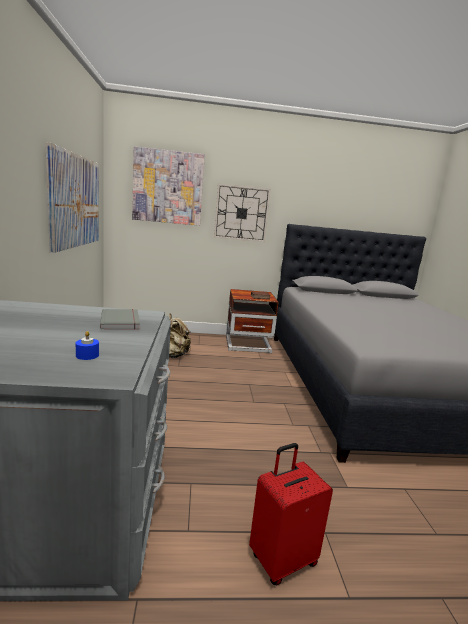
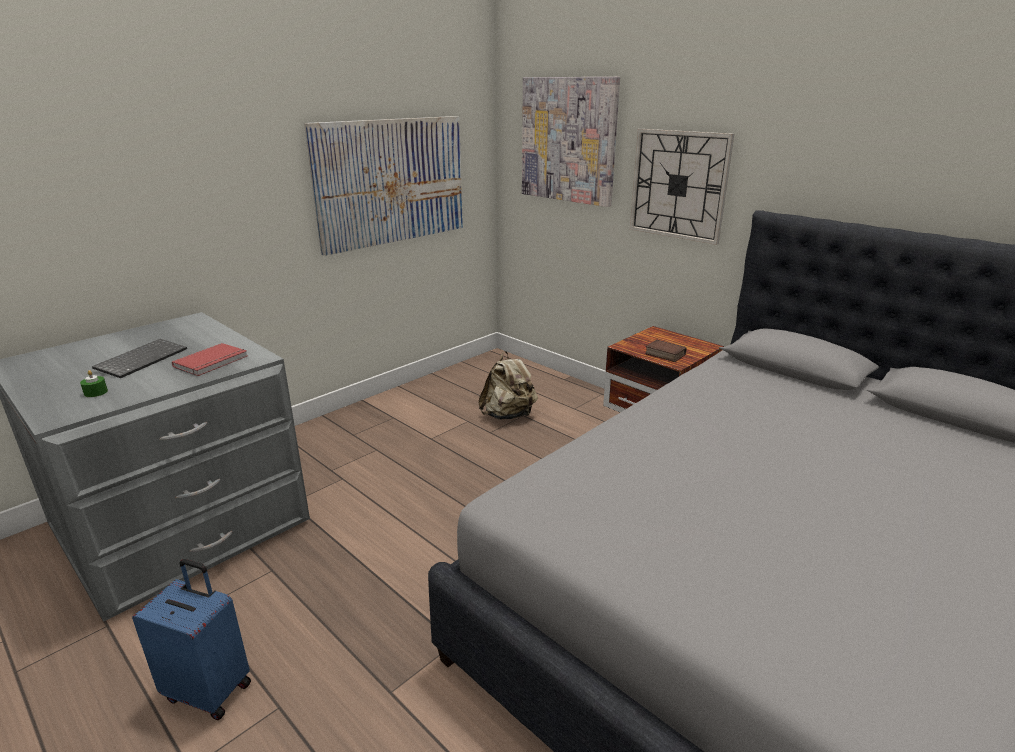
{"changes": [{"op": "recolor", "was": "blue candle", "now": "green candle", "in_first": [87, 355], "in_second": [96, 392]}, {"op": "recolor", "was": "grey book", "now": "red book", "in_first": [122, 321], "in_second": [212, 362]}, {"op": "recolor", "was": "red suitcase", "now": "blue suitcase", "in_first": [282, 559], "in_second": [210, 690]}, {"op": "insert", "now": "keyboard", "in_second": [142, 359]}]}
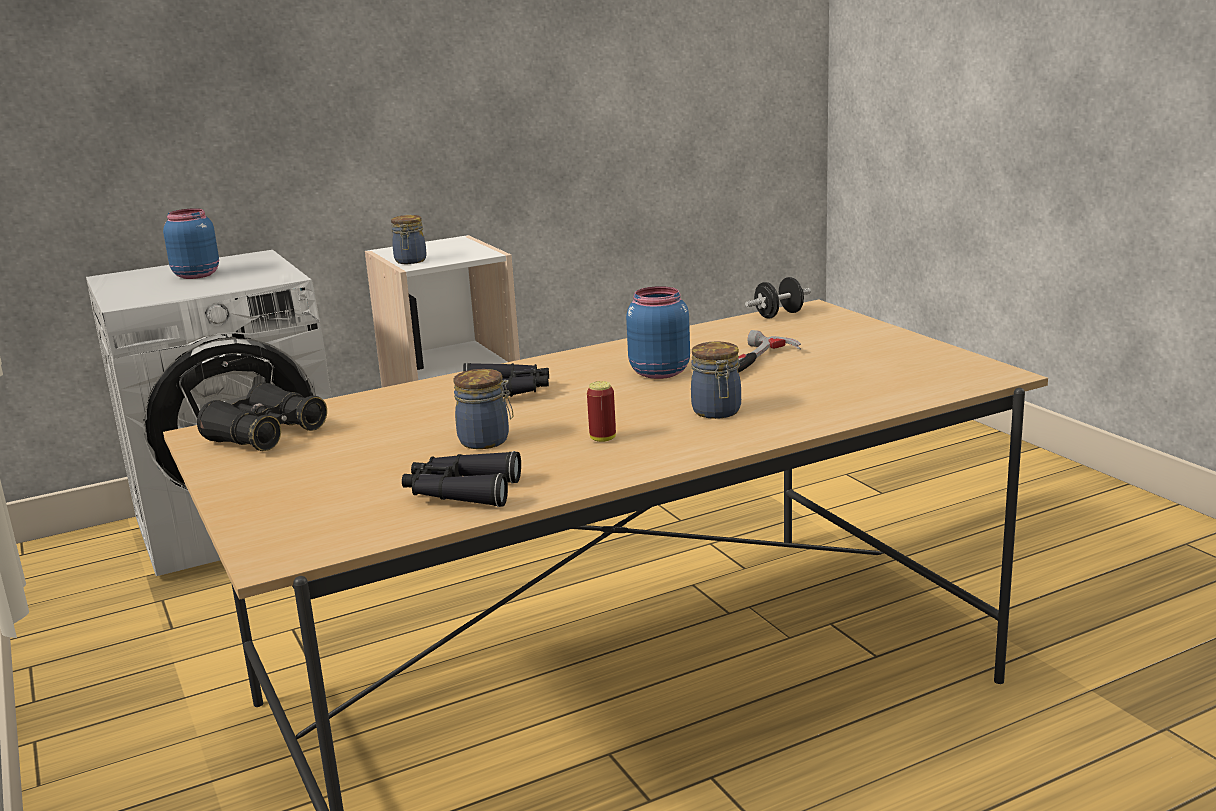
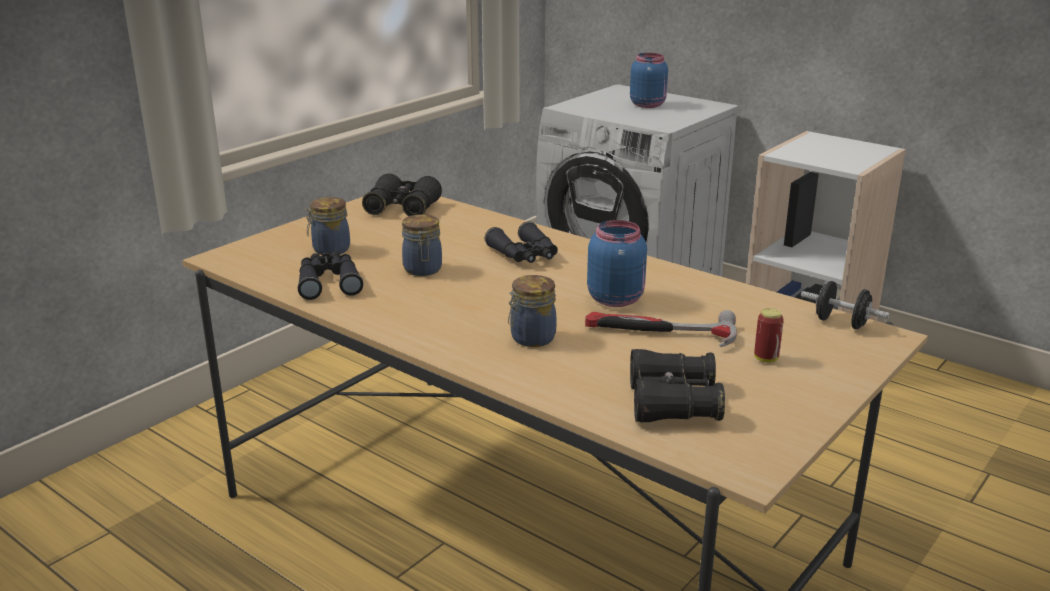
{"changes": [{"op": "move", "was": "jar", "in_first": [410, 261], "in_second": [329, 250]}, {"op": "move", "was": "can", "in_first": [603, 439], "in_second": [766, 359]}, {"op": "insert", "now": "black binoculars", "in_second": [672, 403]}]}
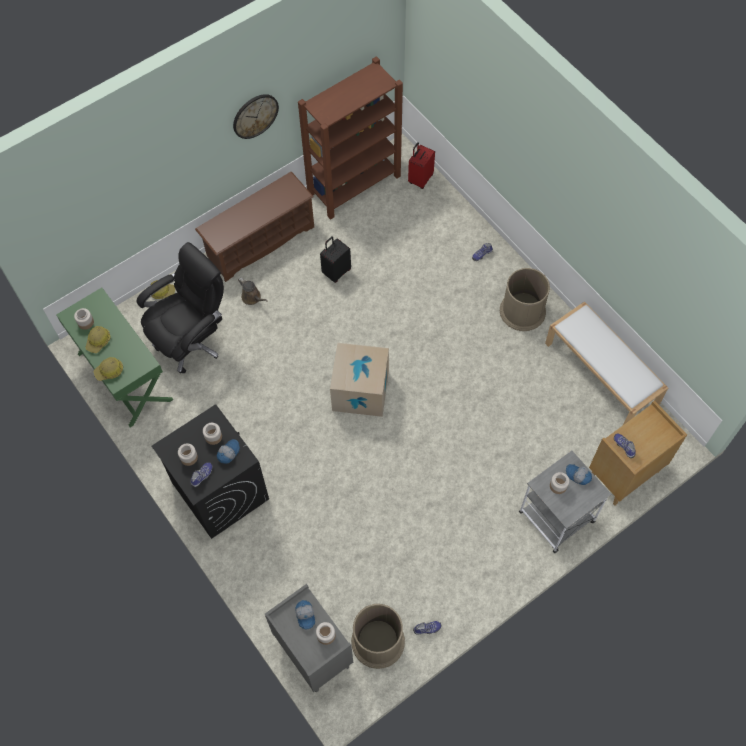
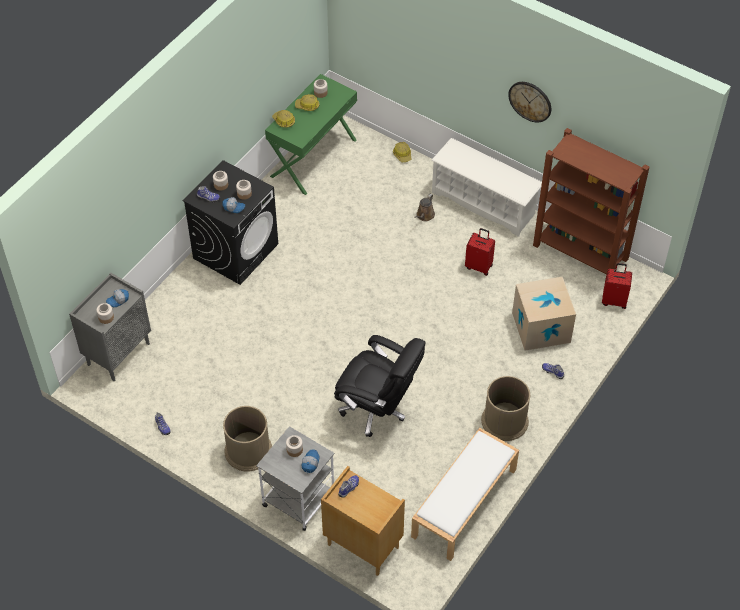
{"changes": [{"op": "move", "was": "black office chair", "in_first": [192, 341], "in_second": [377, 410]}, {"op": "recolor", "was": "brown shoe rack", "now": "white shoe rack", "in_first": [260, 241], "in_second": [484, 203]}, {"op": "recolor", "was": "black suitcase", "now": "red suitcase", "in_first": [336, 271], "in_second": [479, 266]}, {"op": "move", "was": "cardboard box", "in_first": [360, 391], "in_second": [541, 327]}, {"op": "move", "was": "brown trash can", "in_first": [377, 641], "in_second": [248, 450]}]}
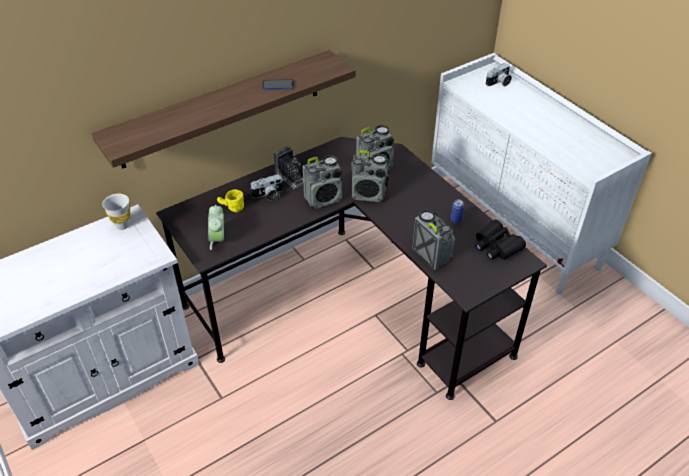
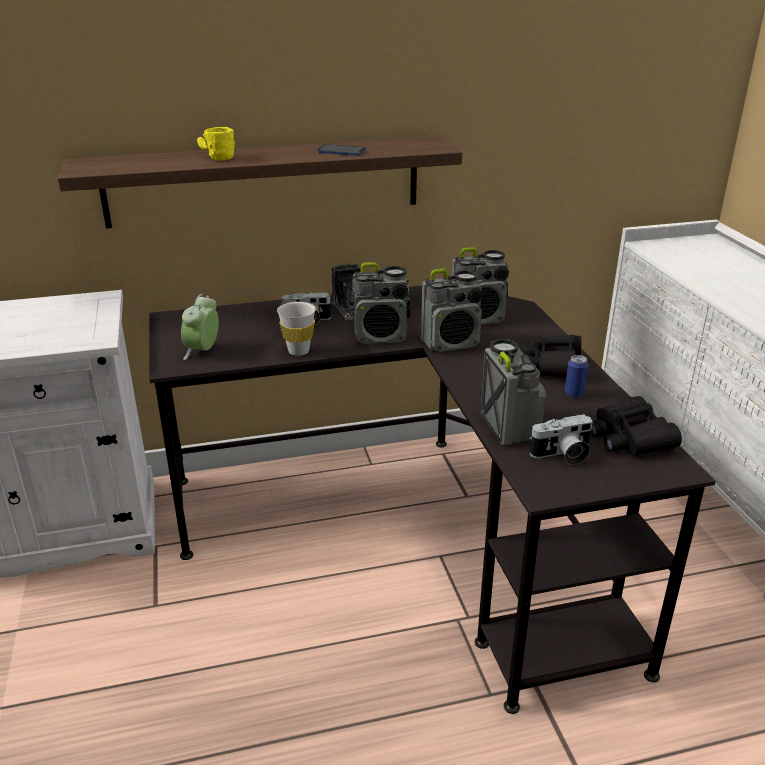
{"changes": [{"op": "move", "was": "white cup", "in_first": [122, 225], "in_second": [298, 351]}, {"op": "move", "was": "yellow mug", "in_first": [231, 208], "in_second": [214, 157]}, {"op": "rotate", "was": "radio", "in_first": [369, 194], "in_second": [451, 343], "clockwise": -45}, {"op": "move", "was": "photo camera", "in_first": [499, 83], "in_second": [562, 455]}, {"op": "insert", "now": "black binoculars", "in_second": [554, 365]}]}
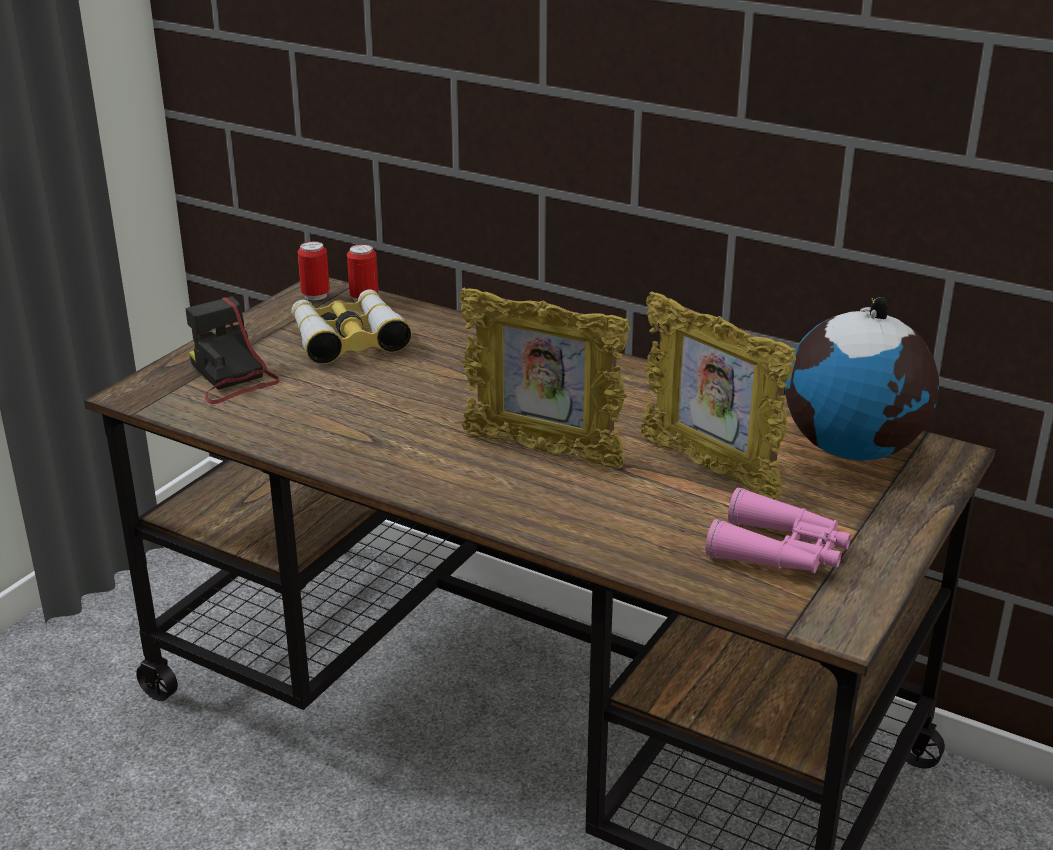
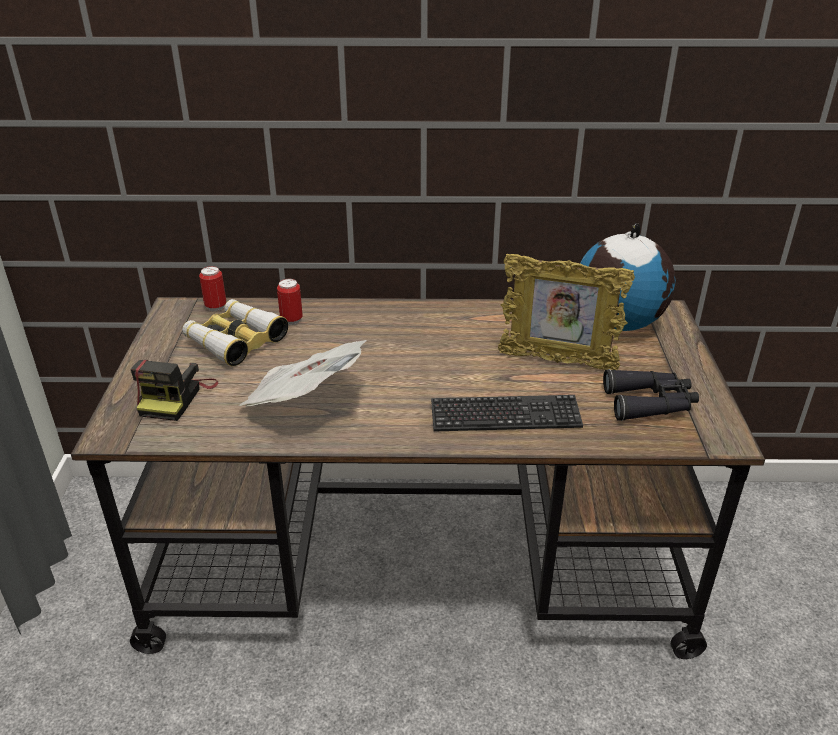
{"changes": [{"op": "rotate", "was": "photo camera", "in_first": [231, 377], "in_second": [176, 397], "clockwise": -105}, {"op": "move", "was": "can", "in_first": [315, 295], "in_second": [291, 320]}, {"op": "delete", "was": "picture frame", "in_first": [543, 450]}, {"op": "recolor", "was": "pink binoculars", "now": "black binoculars", "in_first": [780, 552], "in_second": [650, 403]}, {"op": "insert", "now": "newspaper", "in_second": [304, 401]}, {"op": "insert", "now": "keyboard", "in_second": [505, 416]}]}
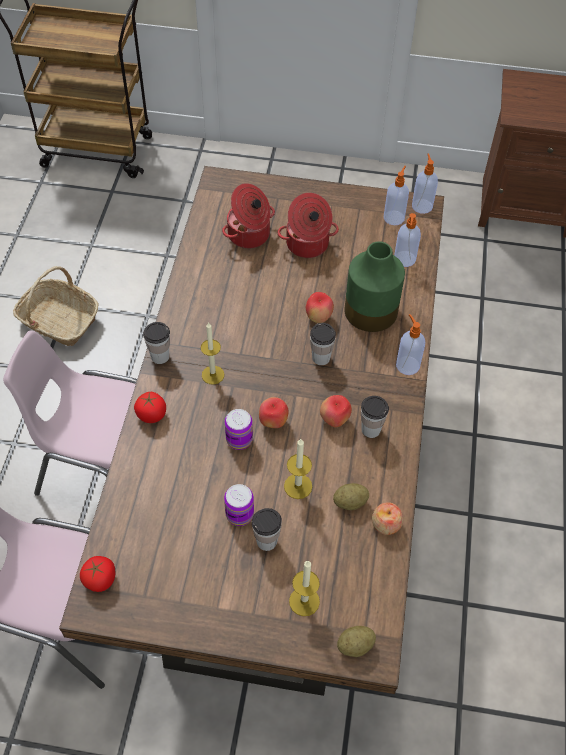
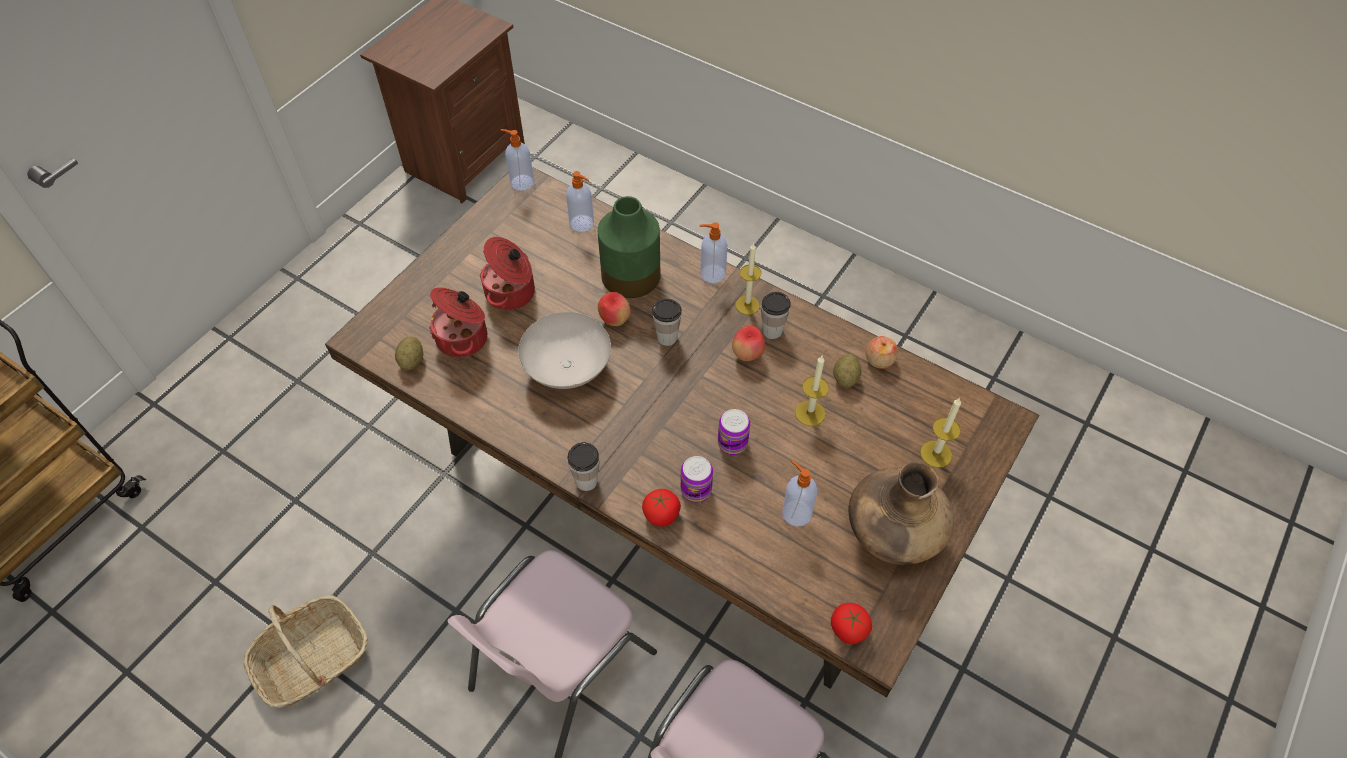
{"changes": [{"op": "move", "was": "candle", "in_first": [213, 375], "in_second": [747, 305]}, {"op": "move", "was": "can", "in_first": [239, 514], "in_second": [696, 490]}, {"op": "delete", "was": "cup", "in_first": [266, 541]}, {"op": "delete", "was": "apple", "in_first": [273, 422]}, {"op": "move", "was": "potato", "in_first": [355, 645], "in_second": [412, 361]}, {"op": "move", "was": "soap dispenser", "in_first": [394, 217], "in_second": [795, 512]}, {"op": "insert", "now": "white bowl", "in_second": [566, 367]}, {"op": "insert", "now": "brown vase", "in_second": [892, 534]}]}
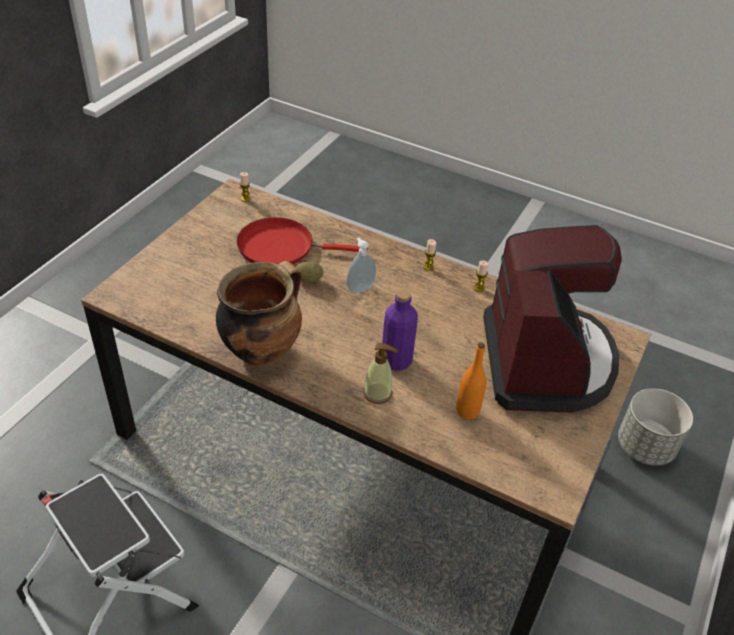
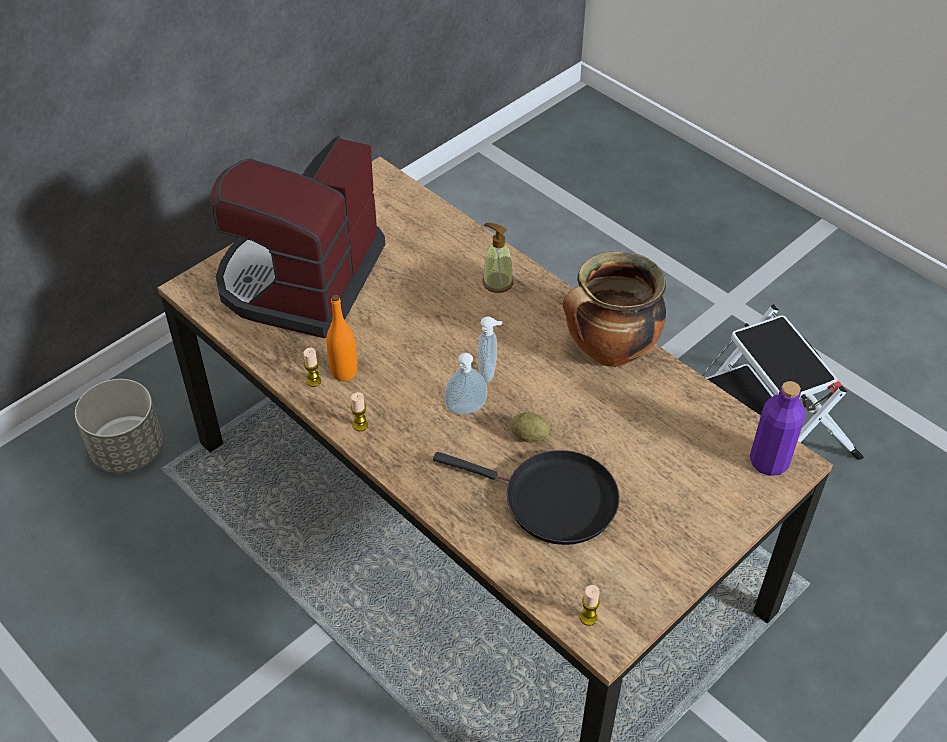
{"changes": [{"op": "recolor", "was": "red frying pan", "now": "black frying pan", "in_first": [281, 247], "in_second": [552, 500]}, {"op": "move", "was": "purple bottle", "in_first": [396, 360], "in_second": [769, 461]}, {"op": "move", "was": "orange bottle", "in_first": [467, 411], "in_second": [344, 372]}, {"op": "insert", "now": "soap dispenser", "in_second": [489, 373]}]}
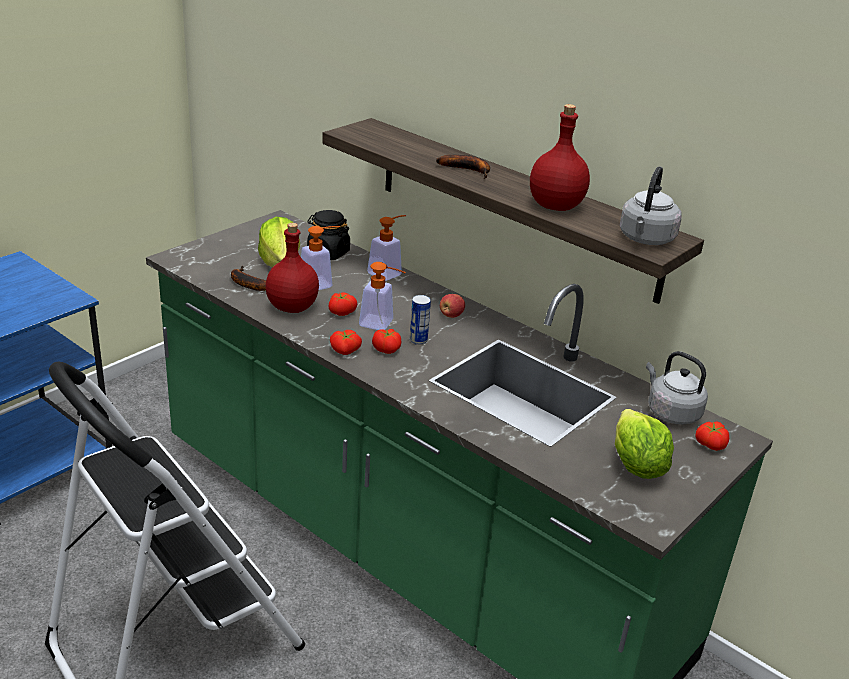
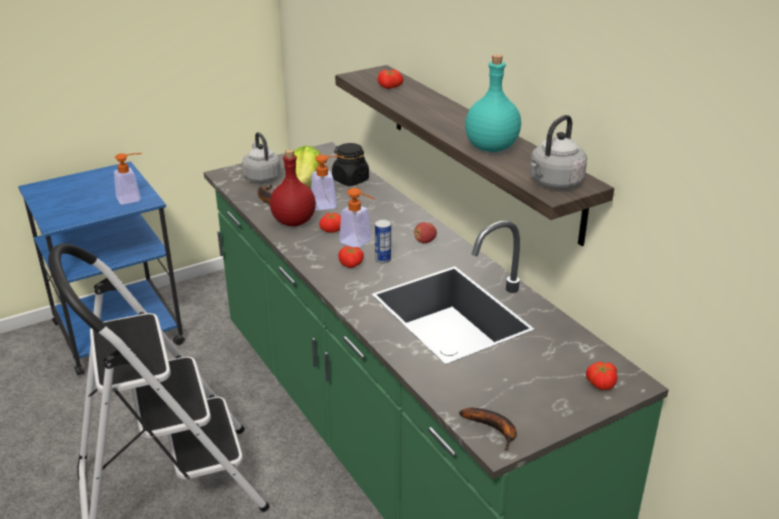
{"changes": [{"op": "move", "was": "tomato", "in_first": [345, 351], "in_second": [389, 87]}, {"op": "move", "was": "soap dispenser", "in_first": [388, 272], "in_second": [133, 198]}, {"op": "move", "was": "banana", "in_first": [468, 170], "in_second": [494, 429]}, {"op": "recolor", "was": "red bottle", "now": "turquoise bottle", "in_first": [554, 206], "in_second": [490, 147]}, {"op": "delete", "was": "lettuce", "in_first": [636, 465]}, {"op": "move", "was": "grey kettle", "in_first": [671, 412], "in_second": [261, 176]}]}
